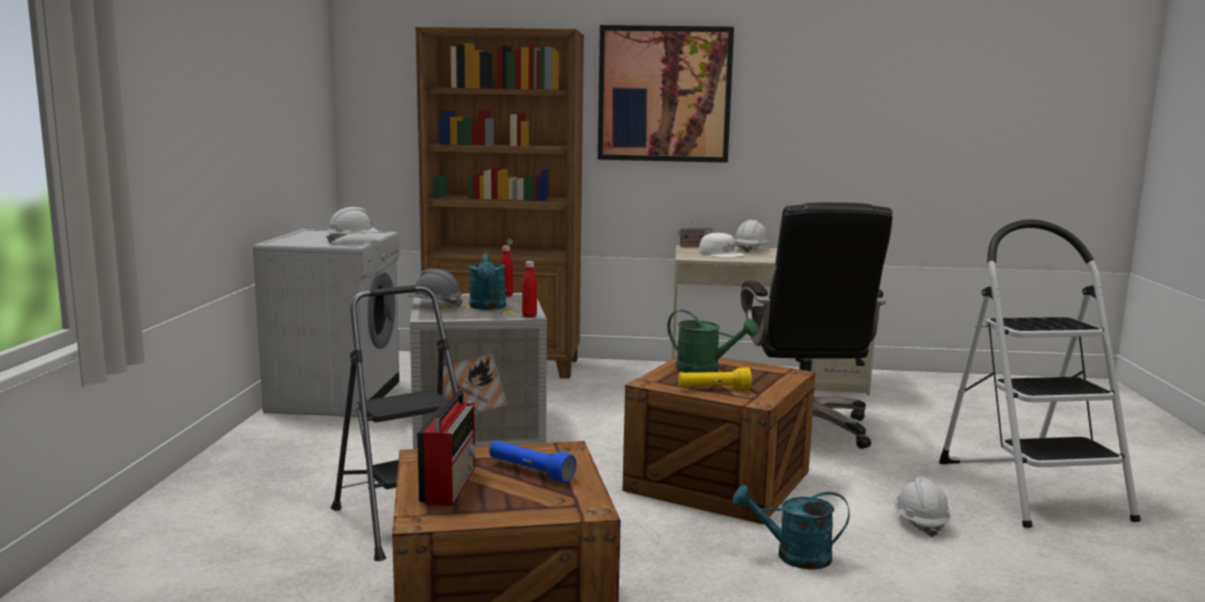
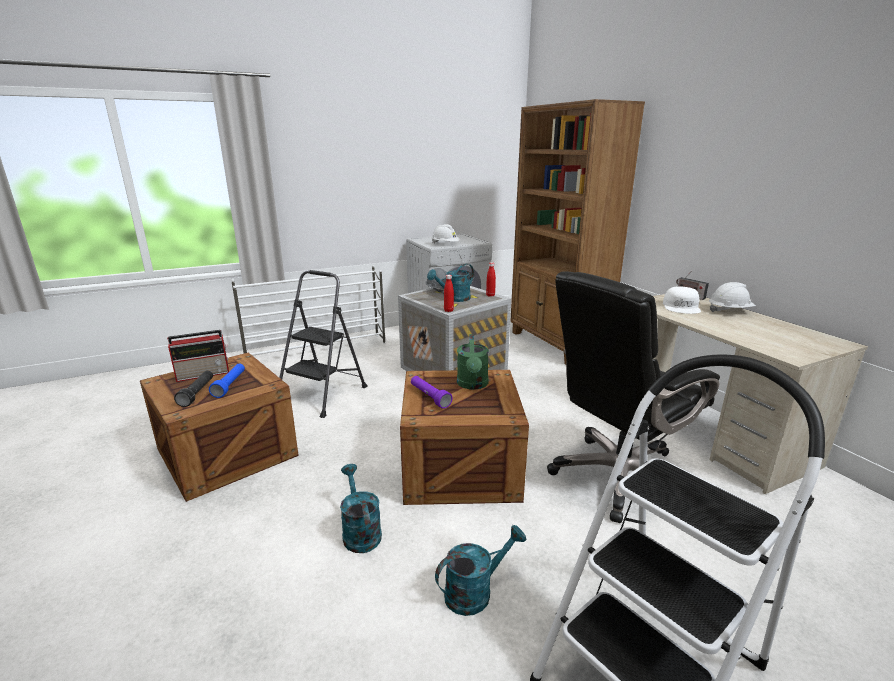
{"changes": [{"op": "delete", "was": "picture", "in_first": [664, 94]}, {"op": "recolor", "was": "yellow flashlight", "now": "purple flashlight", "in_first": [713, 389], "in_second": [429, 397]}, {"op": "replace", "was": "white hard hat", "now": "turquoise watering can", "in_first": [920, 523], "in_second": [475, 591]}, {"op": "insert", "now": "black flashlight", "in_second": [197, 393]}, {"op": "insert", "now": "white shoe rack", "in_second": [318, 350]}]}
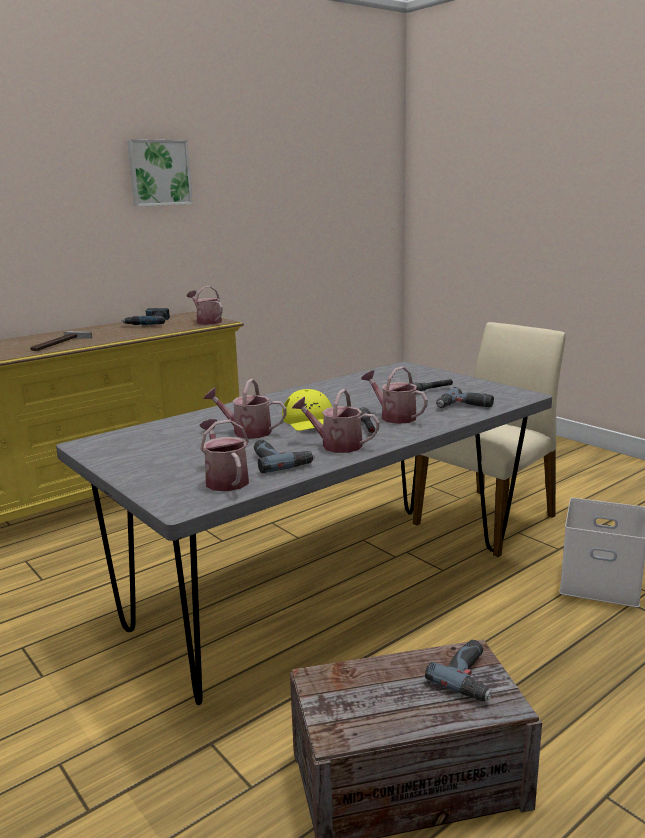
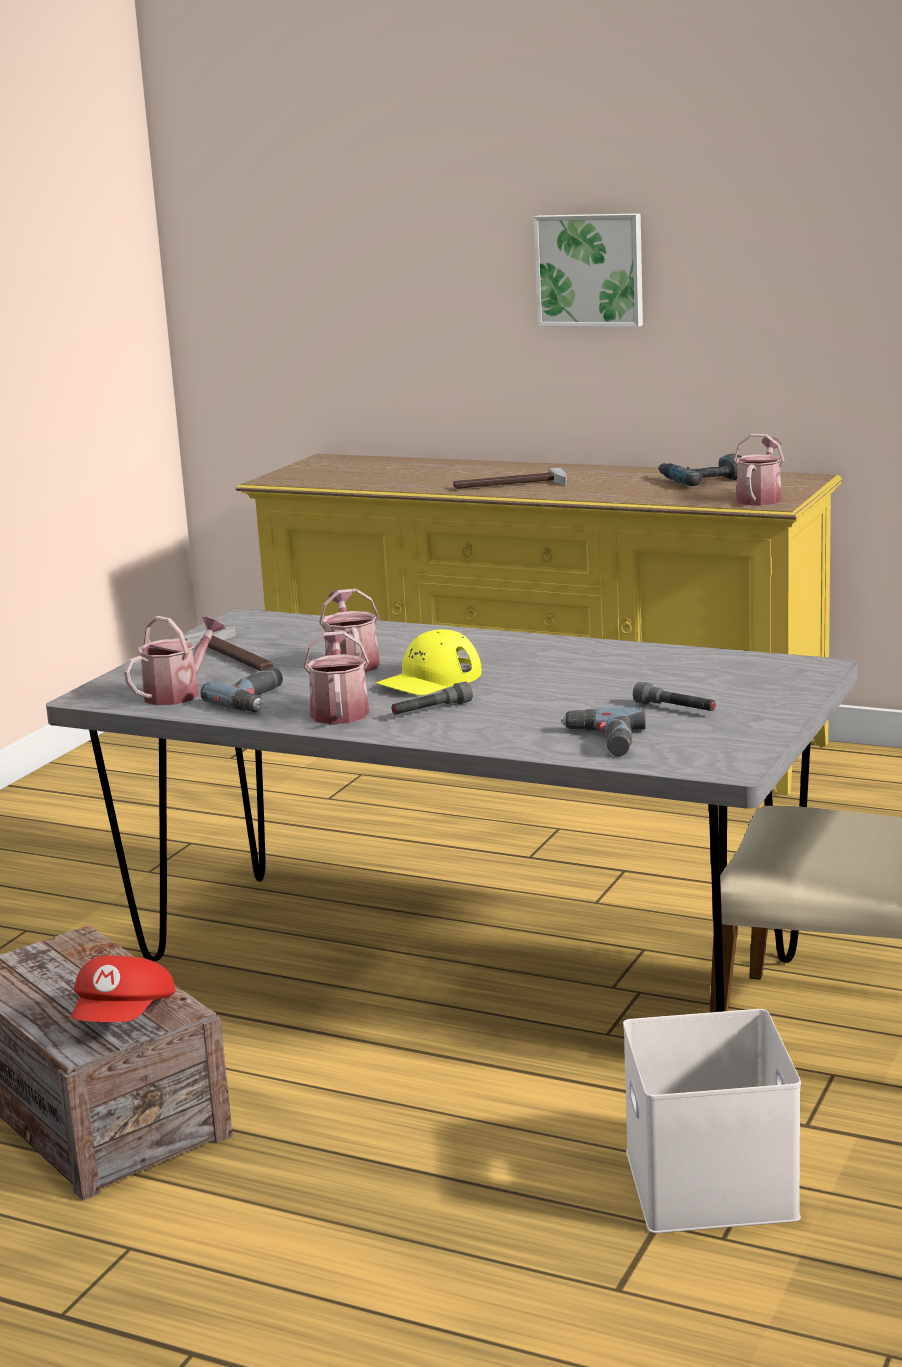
{"changes": [{"op": "move", "was": "picture", "in_first": [159, 173], "in_second": [590, 270]}, {"op": "delete", "was": "watering can", "in_first": [394, 416]}, {"op": "replace", "was": "power drill", "now": "red cap", "in_first": [471, 677], "in_second": [125, 1019]}, {"op": "insert", "now": "hammer", "in_second": [239, 655]}]}
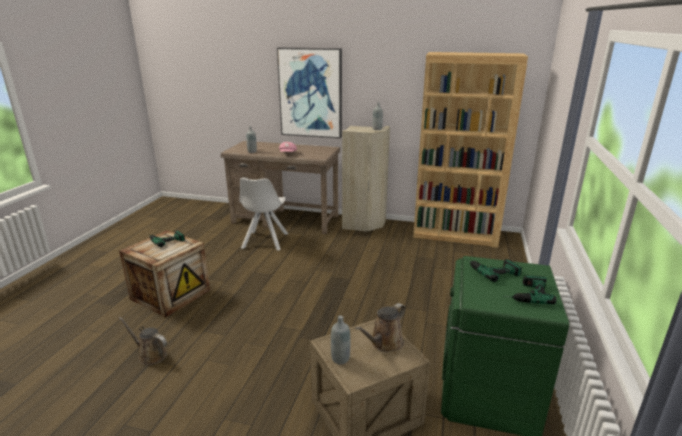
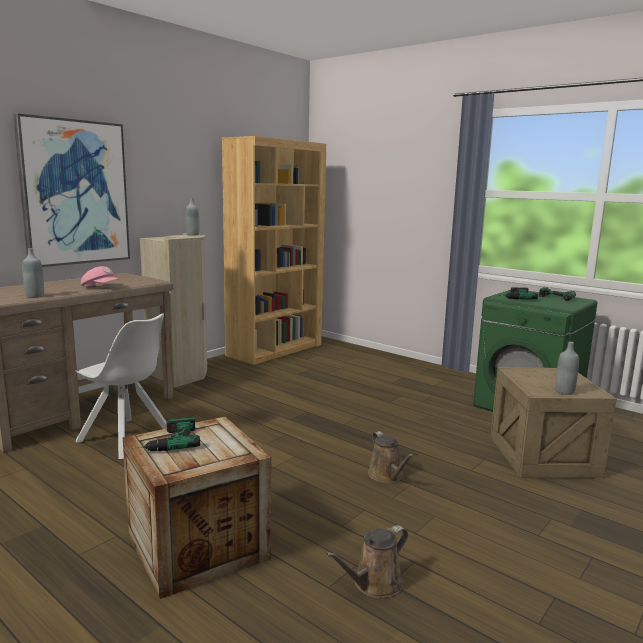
{"changes": [{"op": "move", "was": "brown watering can", "in_first": [384, 343], "in_second": [387, 476]}]}
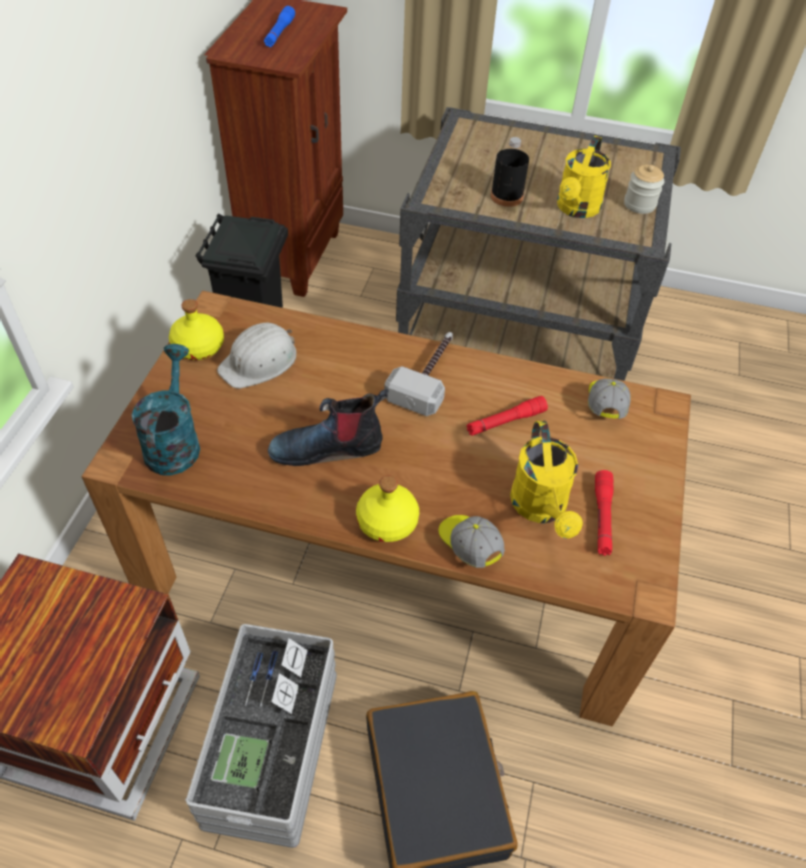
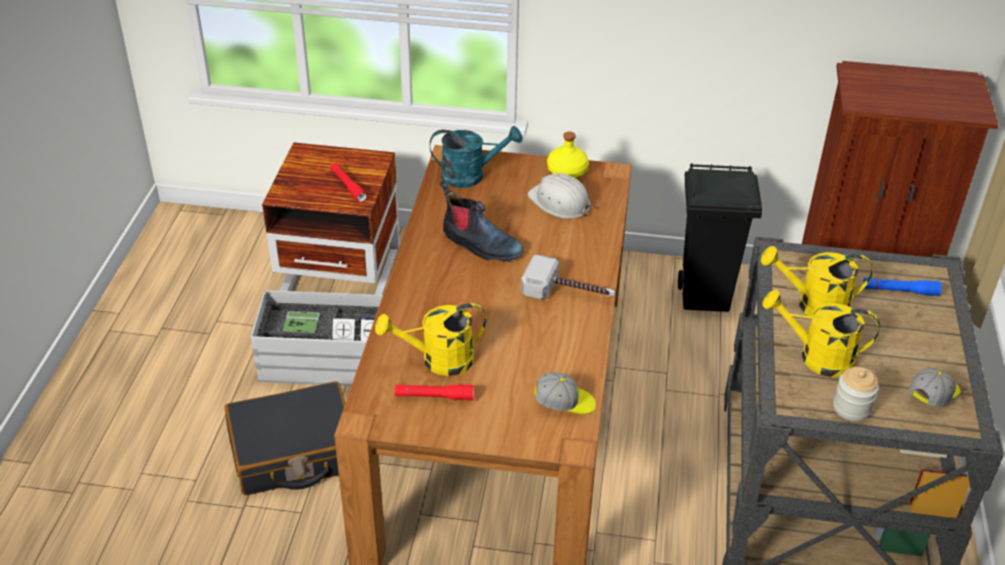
{"changes": [{"op": "move", "was": "blue flashlight", "in_first": [279, 33], "in_second": [900, 291]}, {"op": "rotate", "was": "boot", "in_first": [328, 447], "in_second": [480, 245], "clockwise": 135}, {"op": "delete", "was": "yellow bottle", "in_first": [387, 522]}, {"op": "move", "was": "cap", "in_first": [468, 545], "in_second": [933, 396]}, {"op": "move", "was": "red flashlight", "in_first": [505, 421], "in_second": [348, 186]}, {"op": "replace", "was": "black bottle", "now": "yellow watering can", "in_first": [506, 196], "in_second": [813, 305]}]}
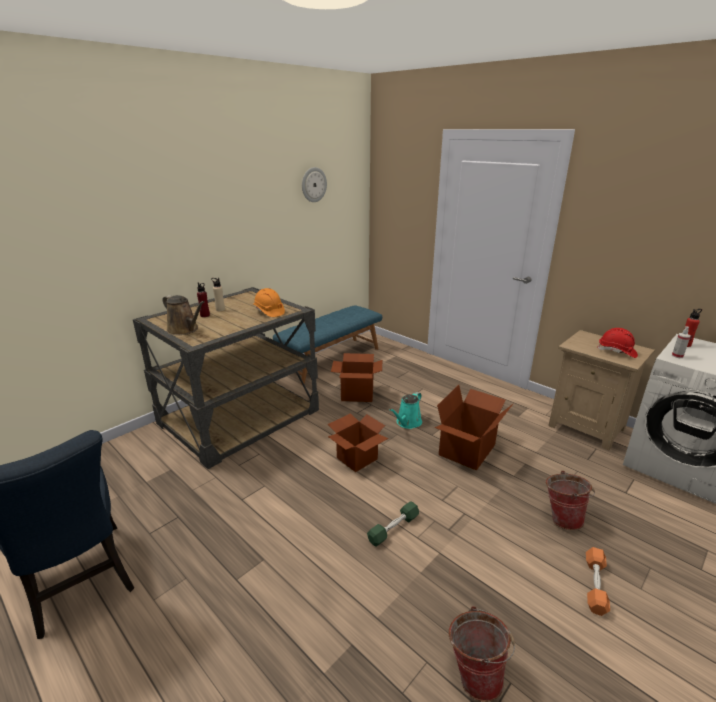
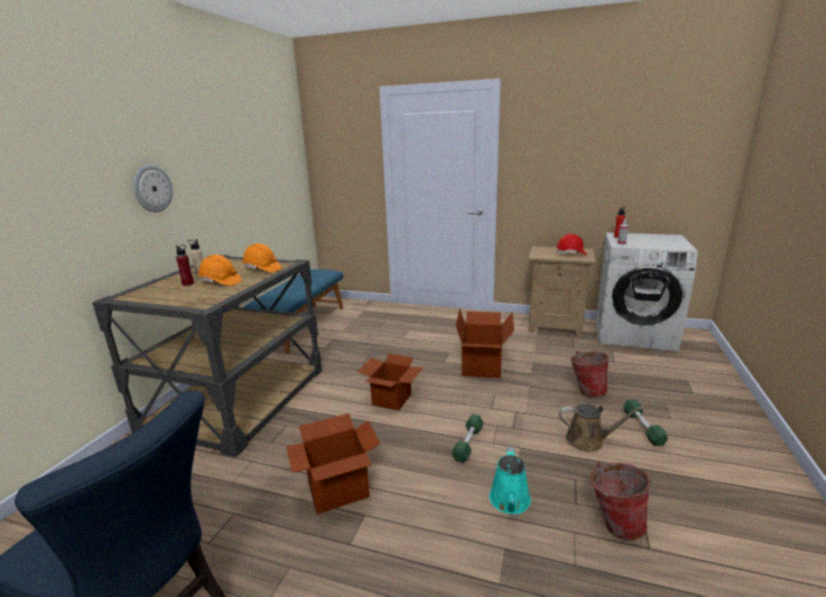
{"changes": [{"op": "move", "was": "brown watering can", "in_first": [185, 330], "in_second": [588, 440]}, {"op": "move", "was": "wall clock", "in_first": [313, 184], "in_second": [152, 188]}, {"op": "move", "was": "cardboard box", "in_first": [357, 395], "in_second": [338, 491]}, {"op": "move", "was": "turquoise watering can", "in_first": [407, 423], "in_second": [510, 502]}, {"op": "recolor", "was": "orange dumbbell", "now": "green dumbbell", "in_first": [595, 585], "in_second": [643, 428]}, {"op": "insert", "now": "orange hard hat", "in_second": [220, 282]}]}
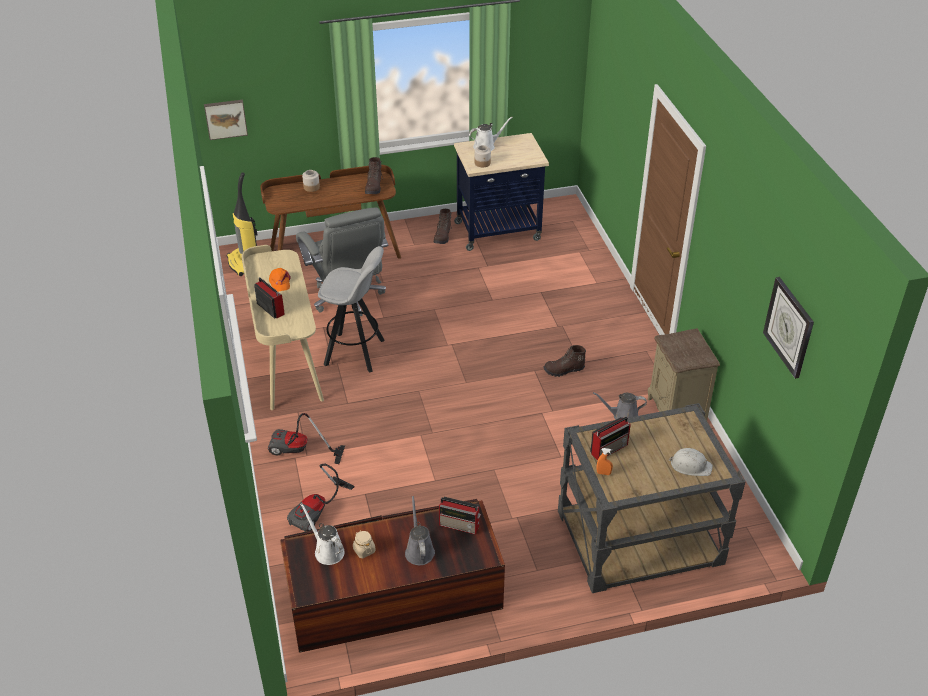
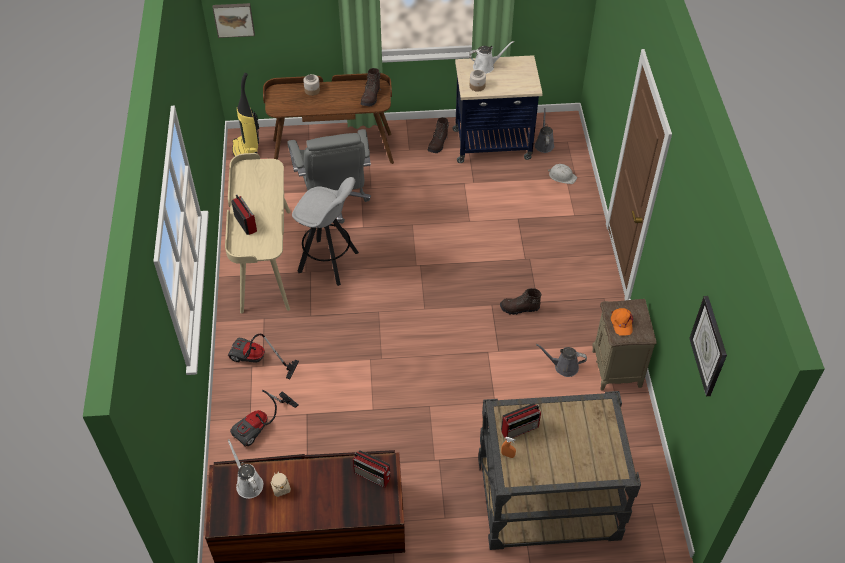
{"changes": [{"op": "move", "was": "orange cap", "in_first": [280, 282], "in_second": [621, 323]}, {"op": "move", "was": "grey watering can", "in_first": [419, 550], "in_second": [544, 144]}, {"op": "move", "was": "white hard hat", "in_first": [690, 465], "in_second": [562, 176]}]}
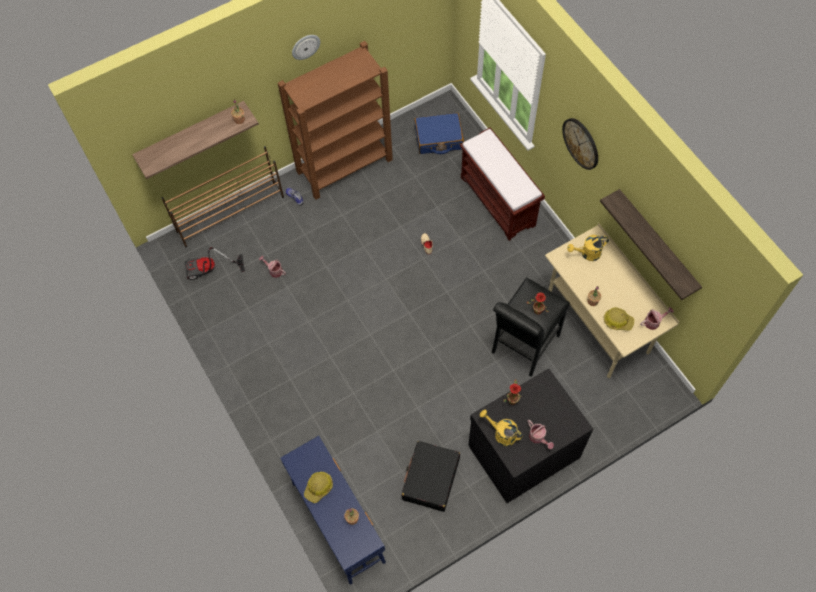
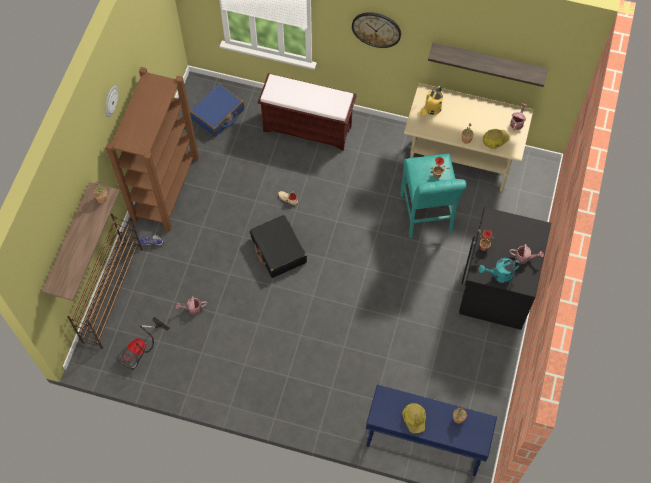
{"changes": [{"op": "move", "was": "black suitcase", "in_first": [430, 479], "in_second": [278, 250]}, {"op": "recolor", "was": "yellow watering can", "now": "turquoise watering can", "in_first": [501, 433], "in_second": [499, 275]}, {"op": "recolor", "was": "black stool", "now": "turquoise stool", "in_first": [522, 346], "in_second": [426, 216]}]}
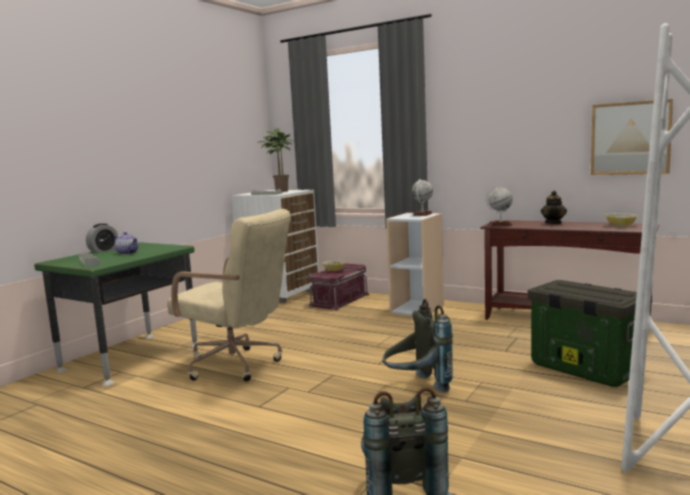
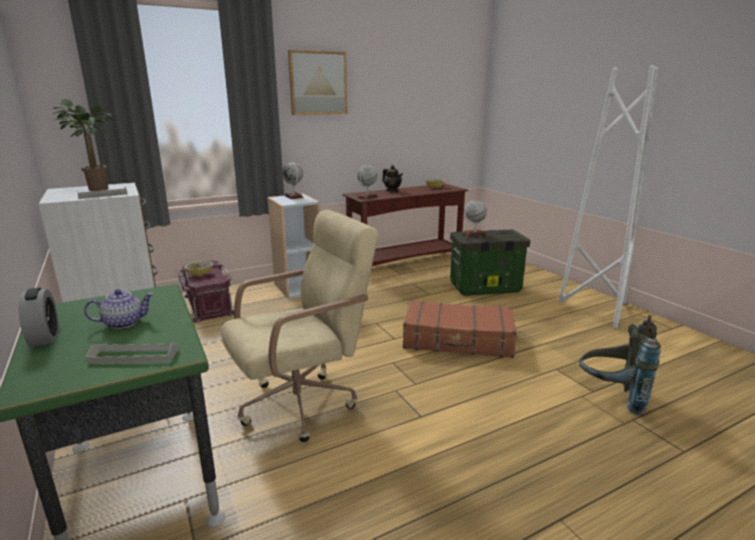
{"changes": [{"op": "replace", "was": "grey backpack", "now": "brown suitcase", "in_first": [416, 387], "in_second": [458, 340]}, {"op": "move", "was": "picture", "in_first": [630, 138], "in_second": [318, 83]}, {"op": "insert", "now": "globe", "in_second": [474, 234]}]}
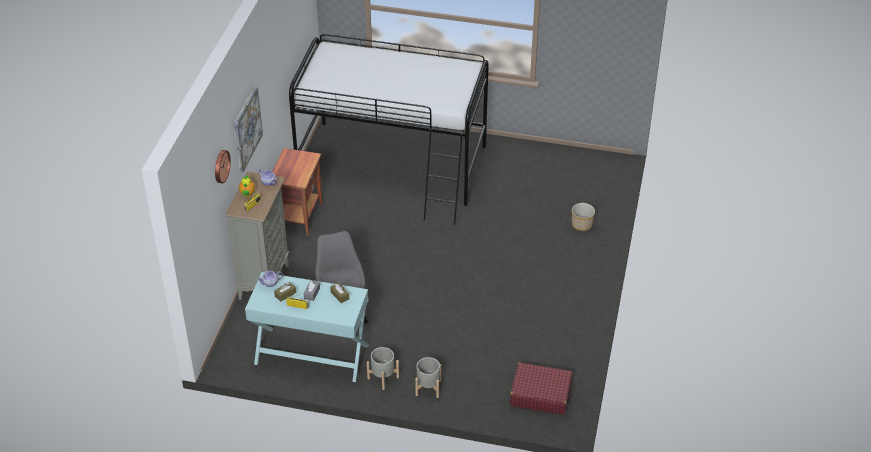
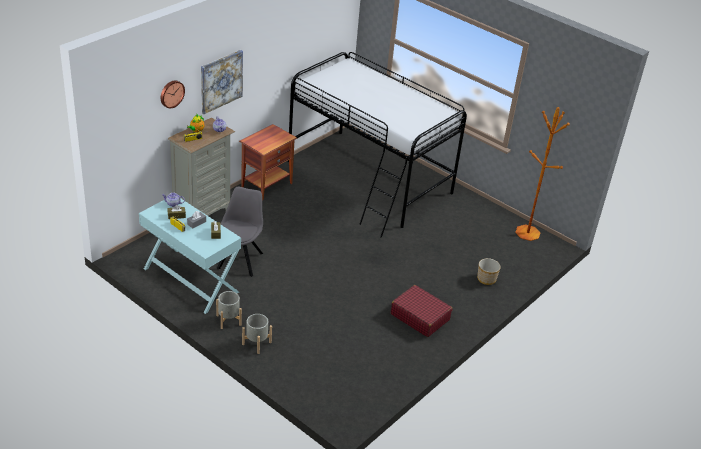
{"changes": [{"op": "move", "was": "red suitcase", "in_first": [540, 394], "in_second": [420, 317]}, {"op": "insert", "now": "orange clothes rack", "in_second": [528, 232]}]}
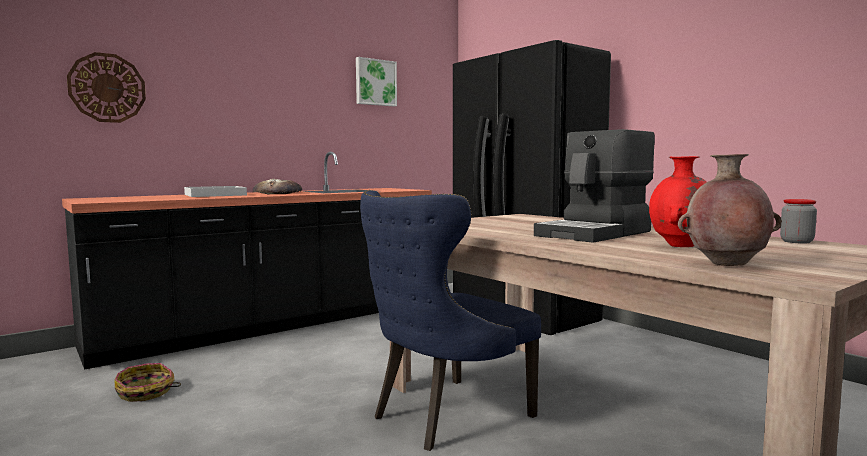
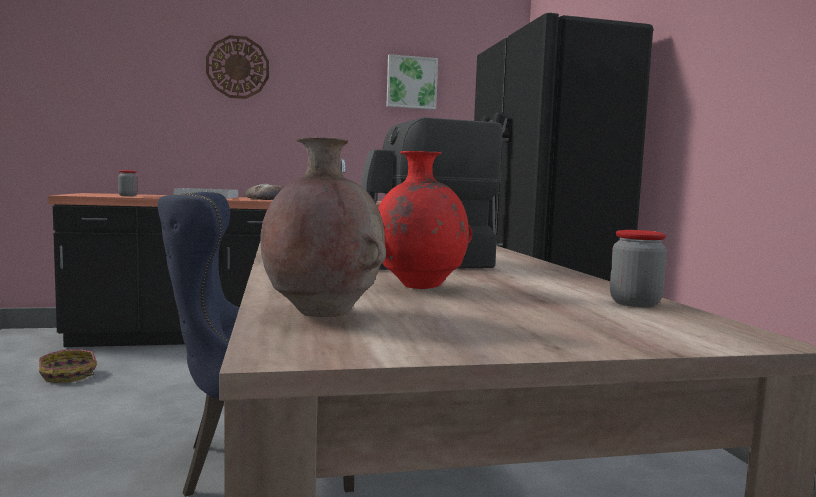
{"changes": [{"op": "move", "was": "wall clock", "in_first": [107, 88], "in_second": [237, 67]}, {"op": "insert", "now": "jar", "in_second": [128, 196]}]}
